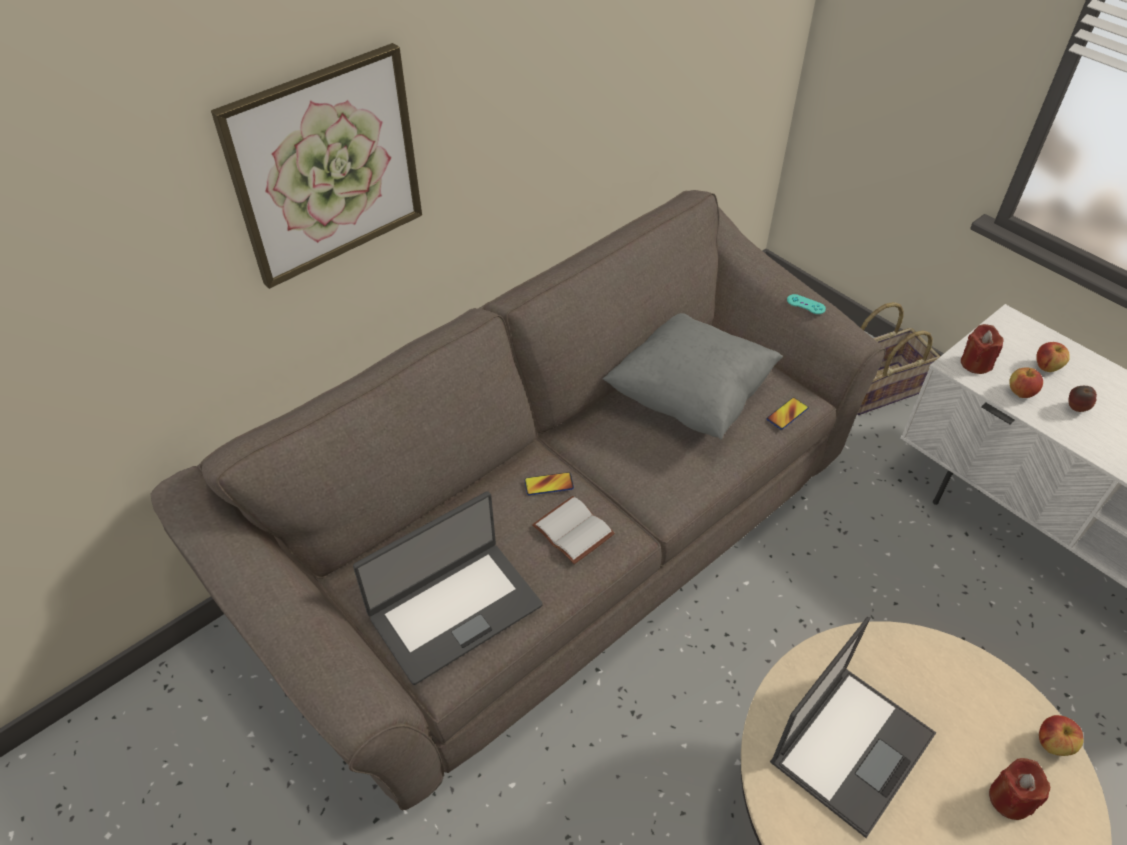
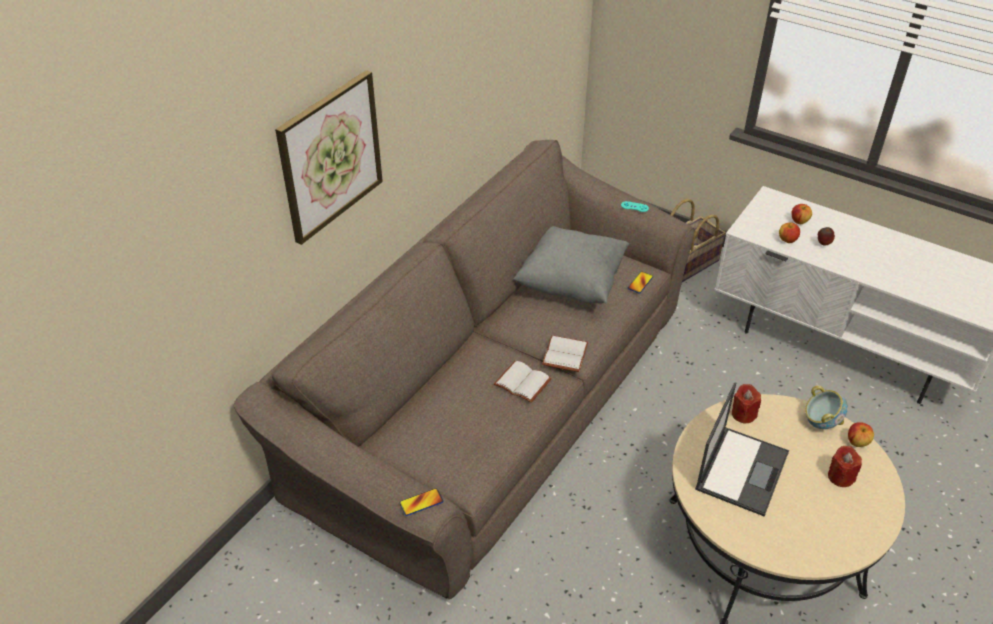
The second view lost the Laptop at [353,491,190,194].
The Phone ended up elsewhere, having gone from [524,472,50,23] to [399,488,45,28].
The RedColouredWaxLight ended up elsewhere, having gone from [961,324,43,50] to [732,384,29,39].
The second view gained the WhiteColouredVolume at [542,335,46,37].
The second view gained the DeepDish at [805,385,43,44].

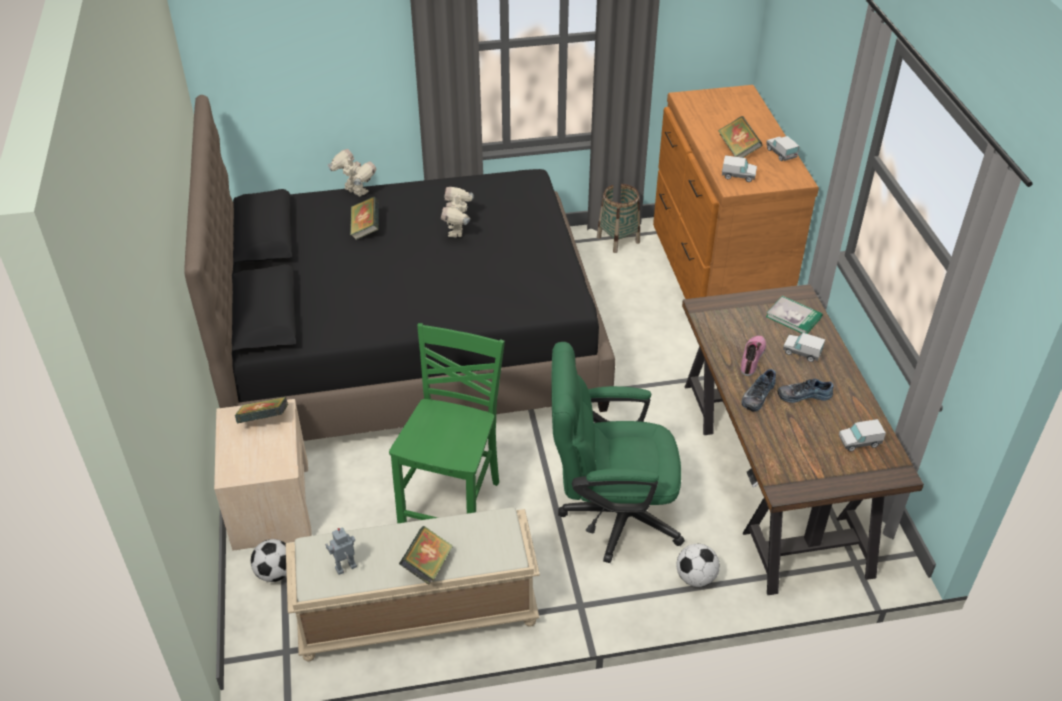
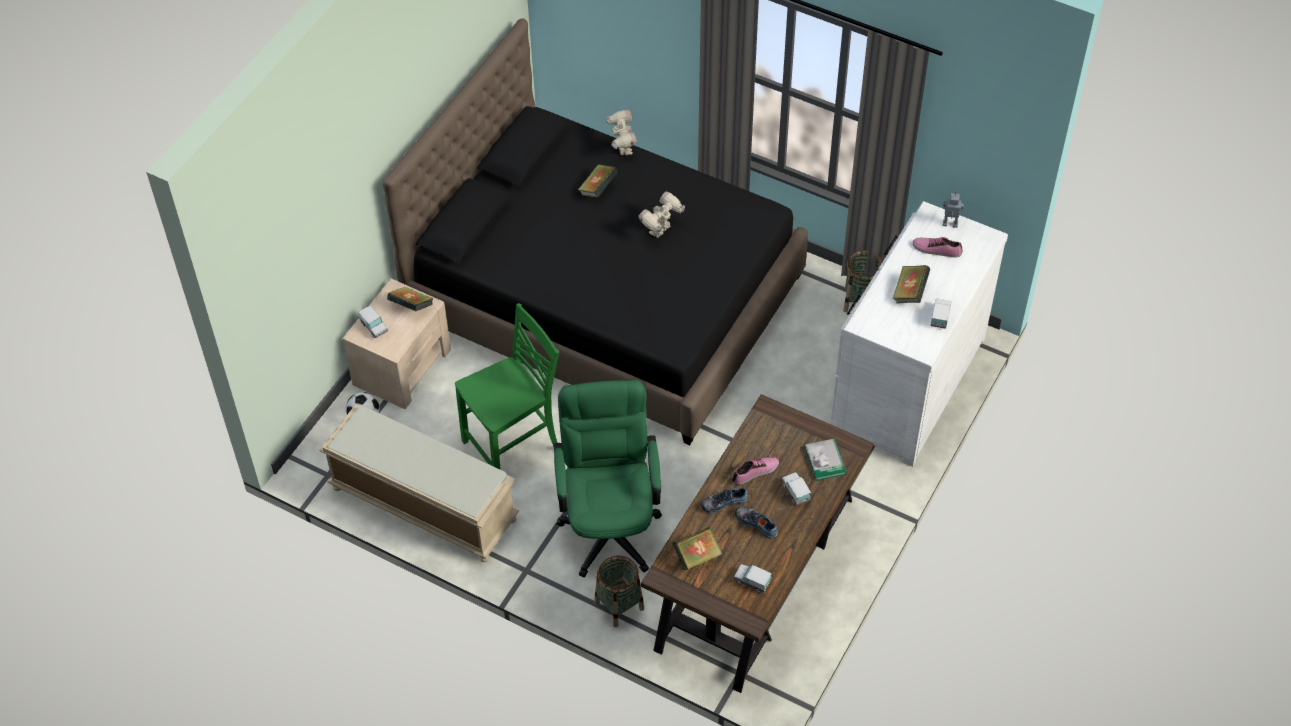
The RobotFigure ended up elsewhere, having gone from [325,527,32,48] to [943,192,21,36].
The Volume ended up elsewhere, having gone from [399,526,54,59] to [673,527,49,44].
The GreenColouredDeskChair at [551,342,134,221] ended up facing another way, 45 degrees clockwise from before.
What was the BrownDresser at [653,85,166,214] turned into the WhiteColouredDresser at [831,201,177,266].
Where the BallForFootball stood at [676,544,44,43], the Basket came to stand at [594,556,50,72].
The ToyLorry ended up elsewhere, having gone from [722,155,35,27] to [358,305,30,33].
The second view gained the Shoe at [913,237,49,20].

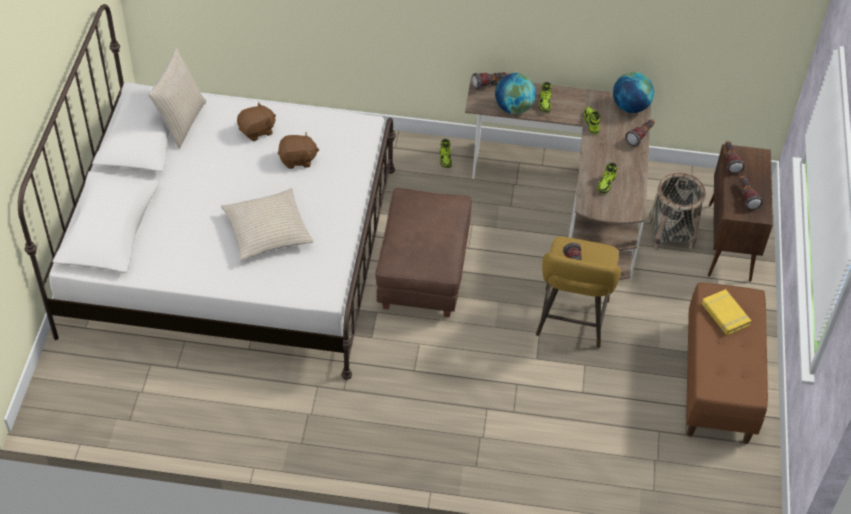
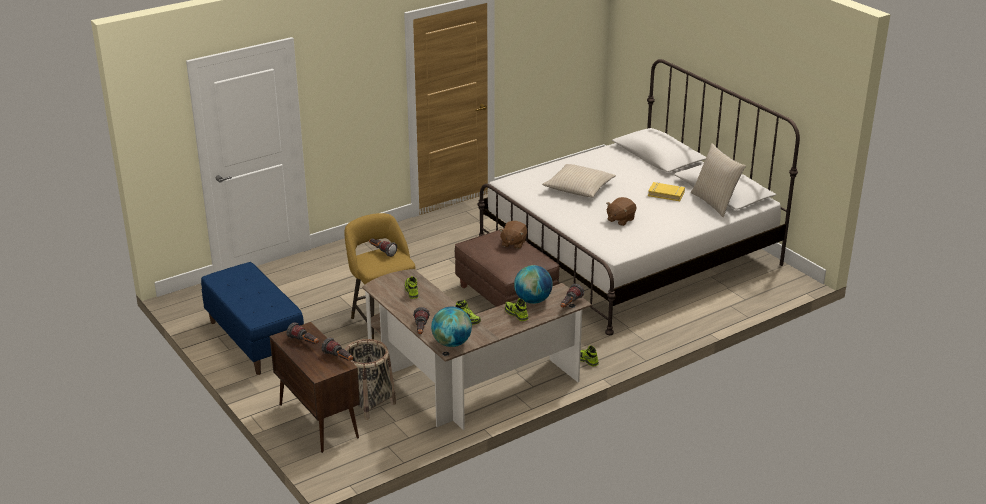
The BrownCuddlyToy ended up elsewhere, having gone from [237,102,39,39] to [499,221,28,28].
What was the BrownIndoorBench at [686,282,82,162] turned into the BlueIndoorBench at [201,262,103,113].
The YellowVolume ended up elsewhere, having gone from [702,289,49,46] to [648,182,37,19].

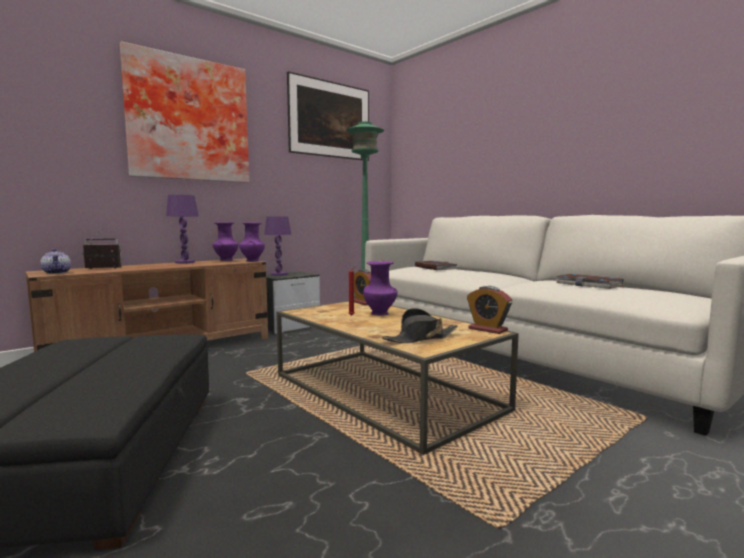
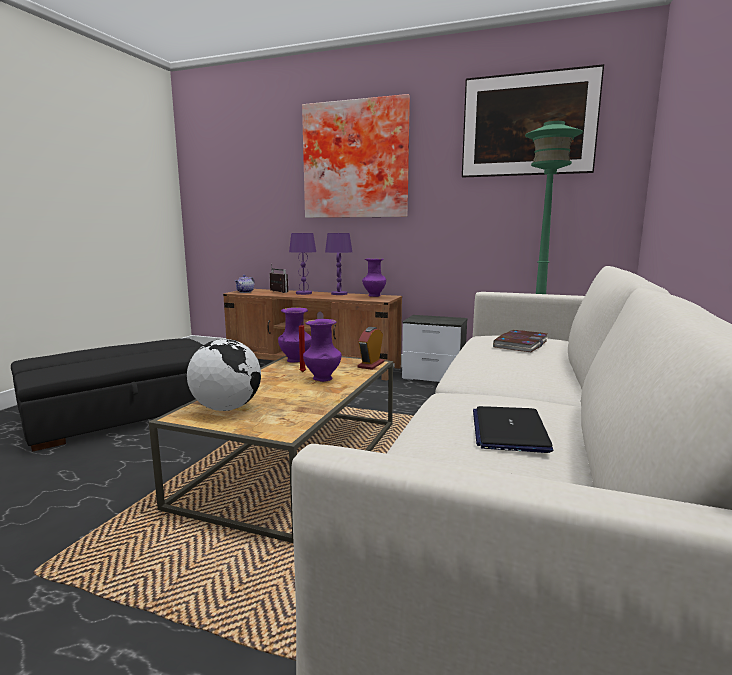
The PurpleDecorativeVase ended up elsewhere, having gone from [239,222,26,40] to [278,307,34,56].
The PurpleLampForATable ended up elsewhere, having gone from [264,216,27,60] to [289,233,27,62].
Where the BlackishWearableHat stood at [382,308,75,35], the DeskGlobe came to stand at [187,339,74,72].
The second view lost the BedsideClock at [467,286,45,48].
Where the Volume stood at [555,274,69,15], the Laptop came to stand at [473,406,80,47].

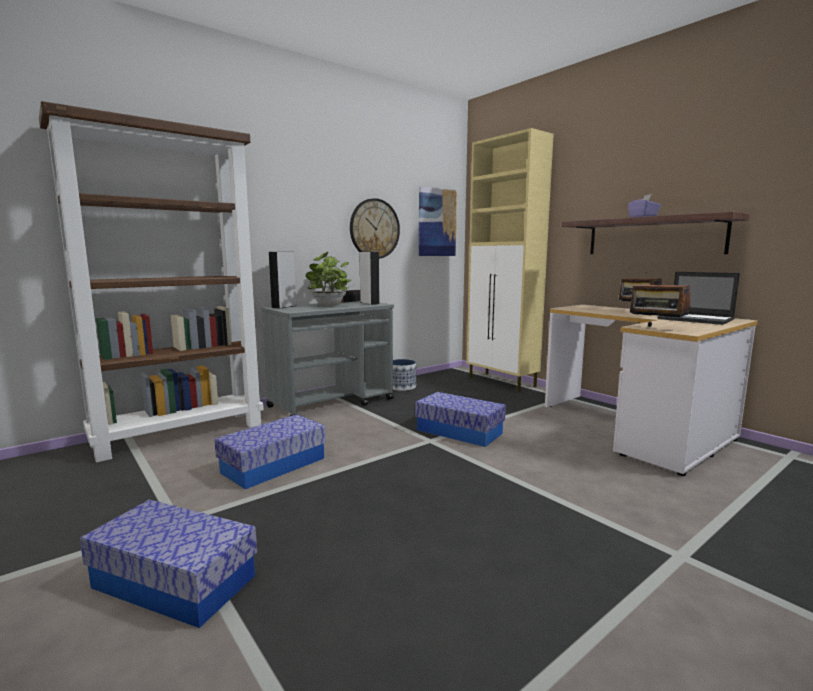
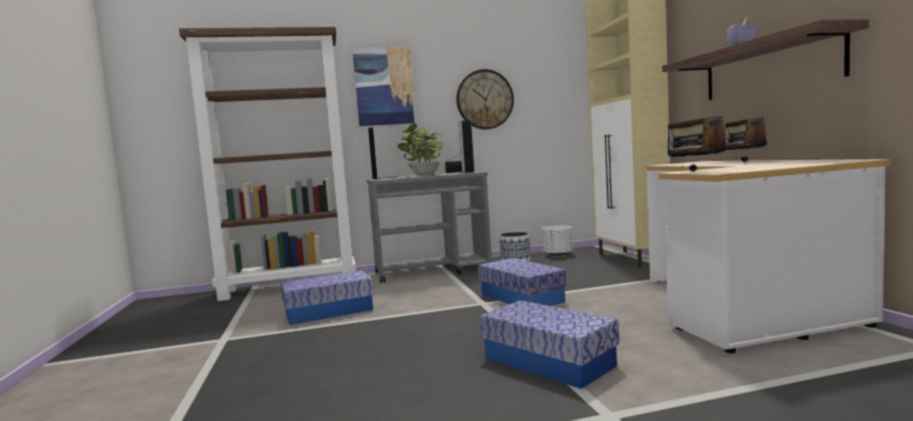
The StorageBox ended up elsewhere, having gone from [80,499,177,129] to [480,300,140,89].
The WallPicture ended up elsewhere, having gone from [419,187,38,69] to [352,47,64,79].
The second view lost the Laptop at [657,272,83,53].
The second view gained the WhiteColouredPlantPot at [542,225,31,31].

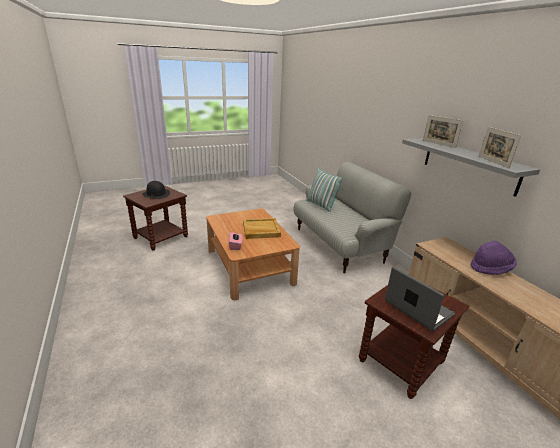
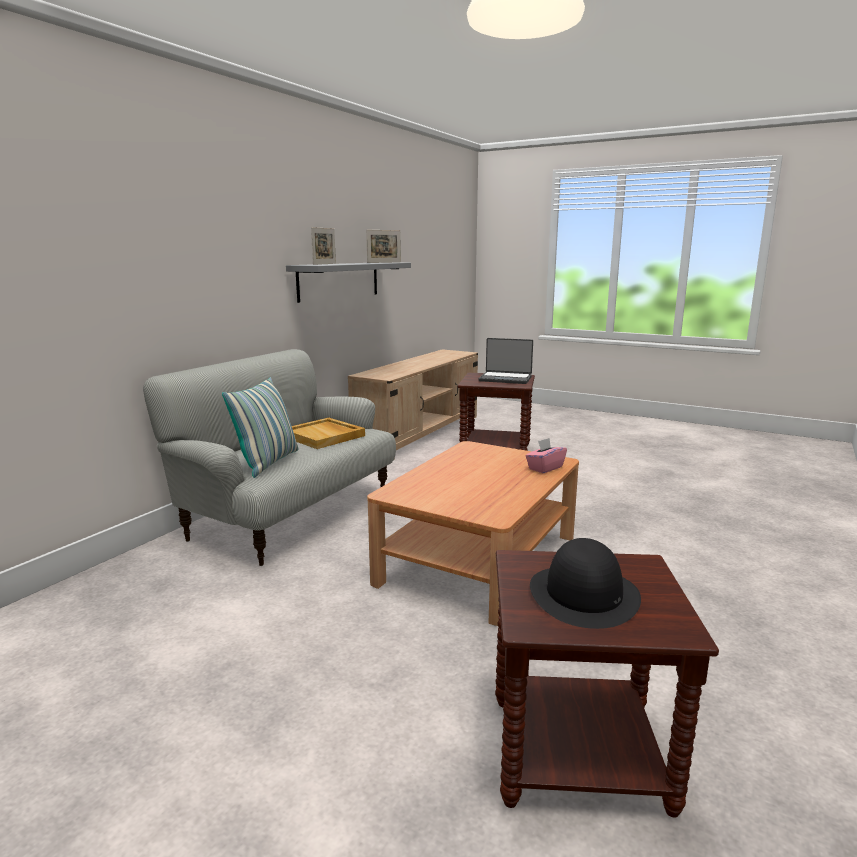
The BeigeServingTray ended up elsewhere, having gone from [243,218,38,21] to [292,418,73,31].
The Laptop at [385,267,70,65] ended up facing another way, 90 degrees counterclockwise from before.
The second view lost the PurpleWearableHat at [470,241,46,34].

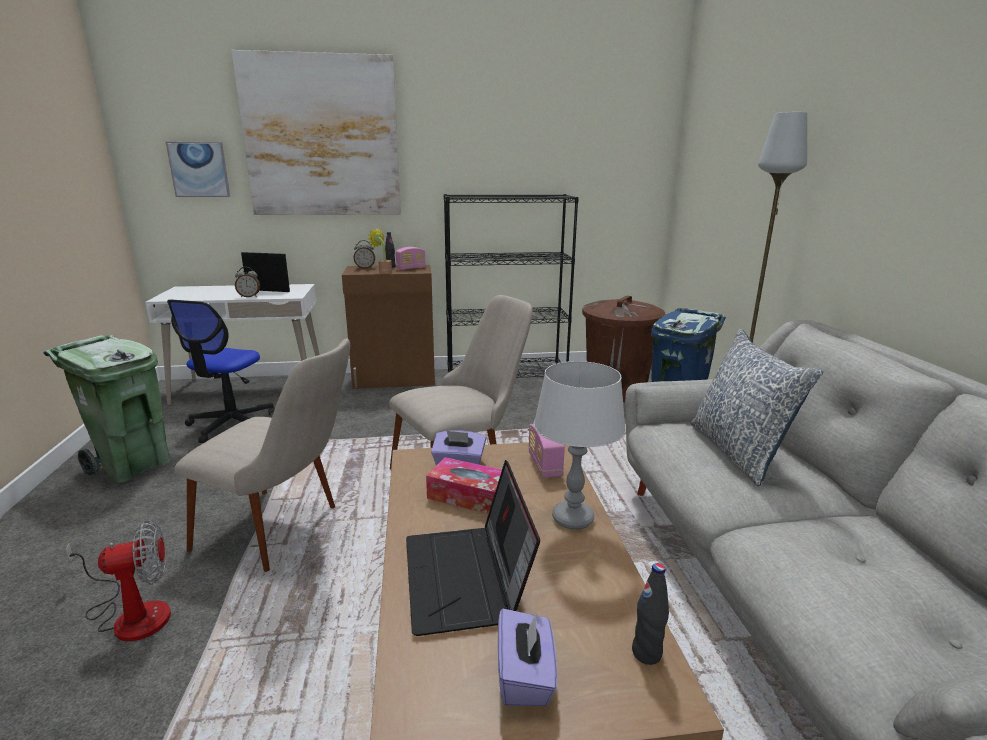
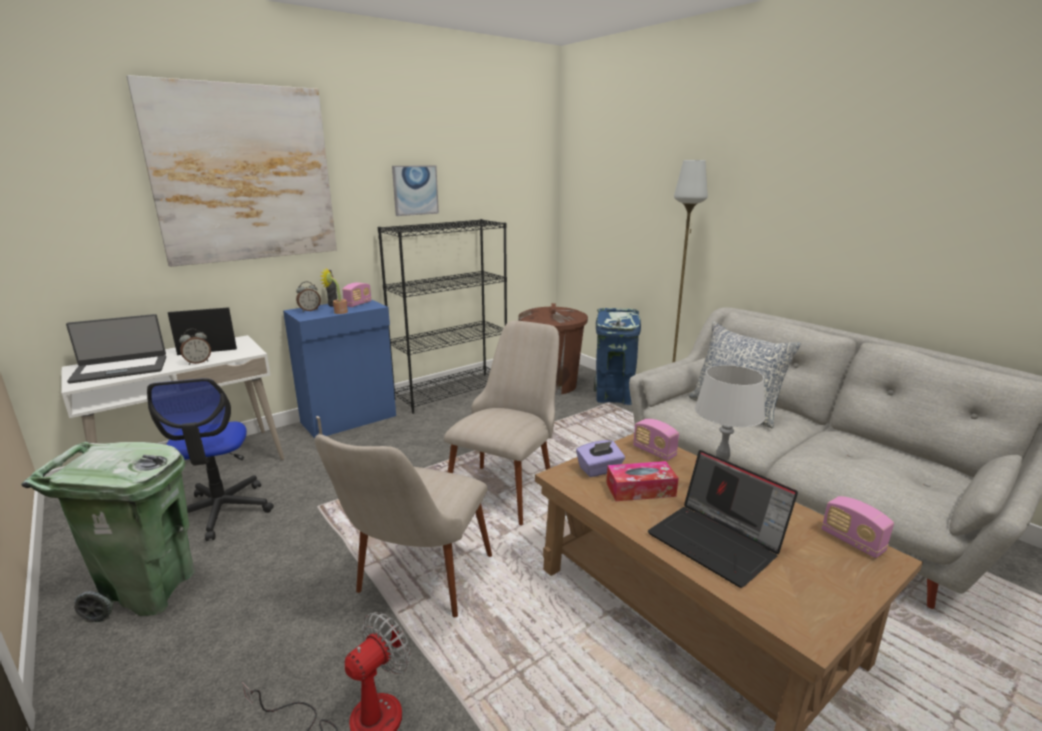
The WallPicture ended up elsewhere, having gone from [166,142,64,55] to [392,165,47,51].
The BeigePlainChair at [174,339,176,233] ended up facing another way, 120 degrees clockwise from before.
What was the BrownStorageCabinet at [342,265,93,124] turned into the BlueStorageCabinet at [283,299,113,139].
The second view lost the PurpleBoxOfTissues at [498,609,59,97].
Where the BlackishBeverageBottle stood at [632,563,37,102], the RadioReceiver came to stand at [822,496,72,62].
The second view gained the Laptop at [66,314,100,69].

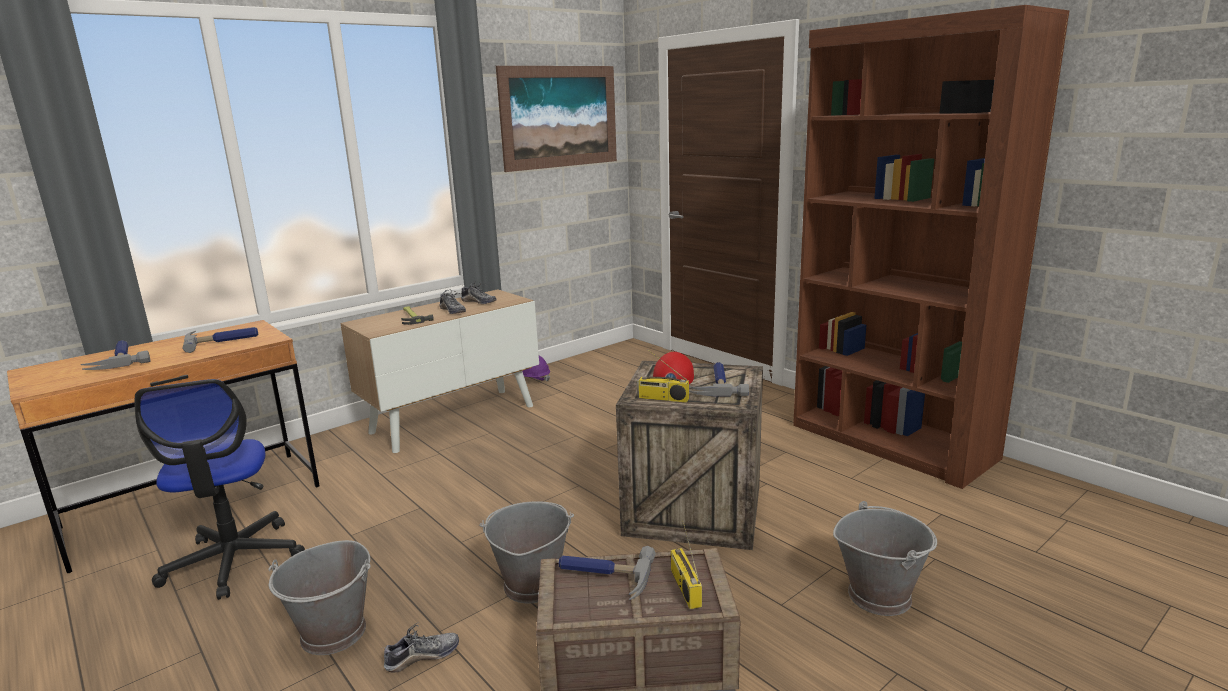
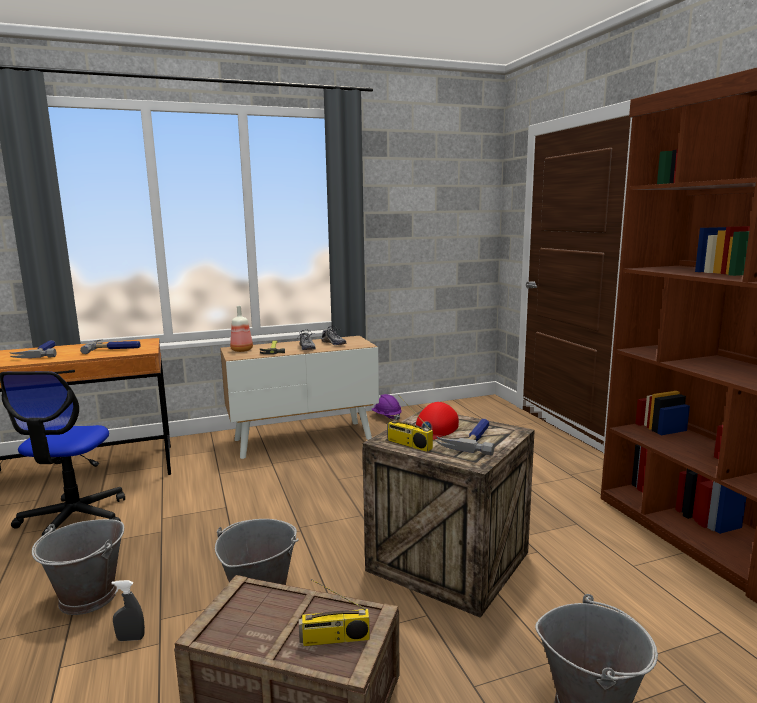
Where the Shoe stood at [384,622,75,50], the GreyishSprayer came to stand at [111,580,34,61].
The second view lost the WallPicture at [496,66,121,106].
The second view lost the Hammer at [559,546,97,54].
The RadioReceiver at [671,521,31,88] ended up facing another way, 105 degrees counterclockwise from before.
The second view gained the BeverageBottle at [230,306,23,46].

